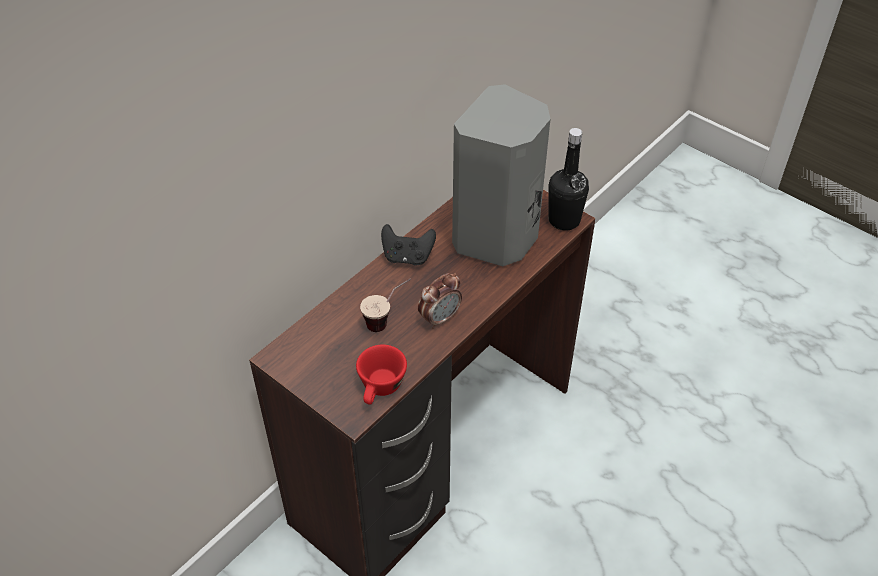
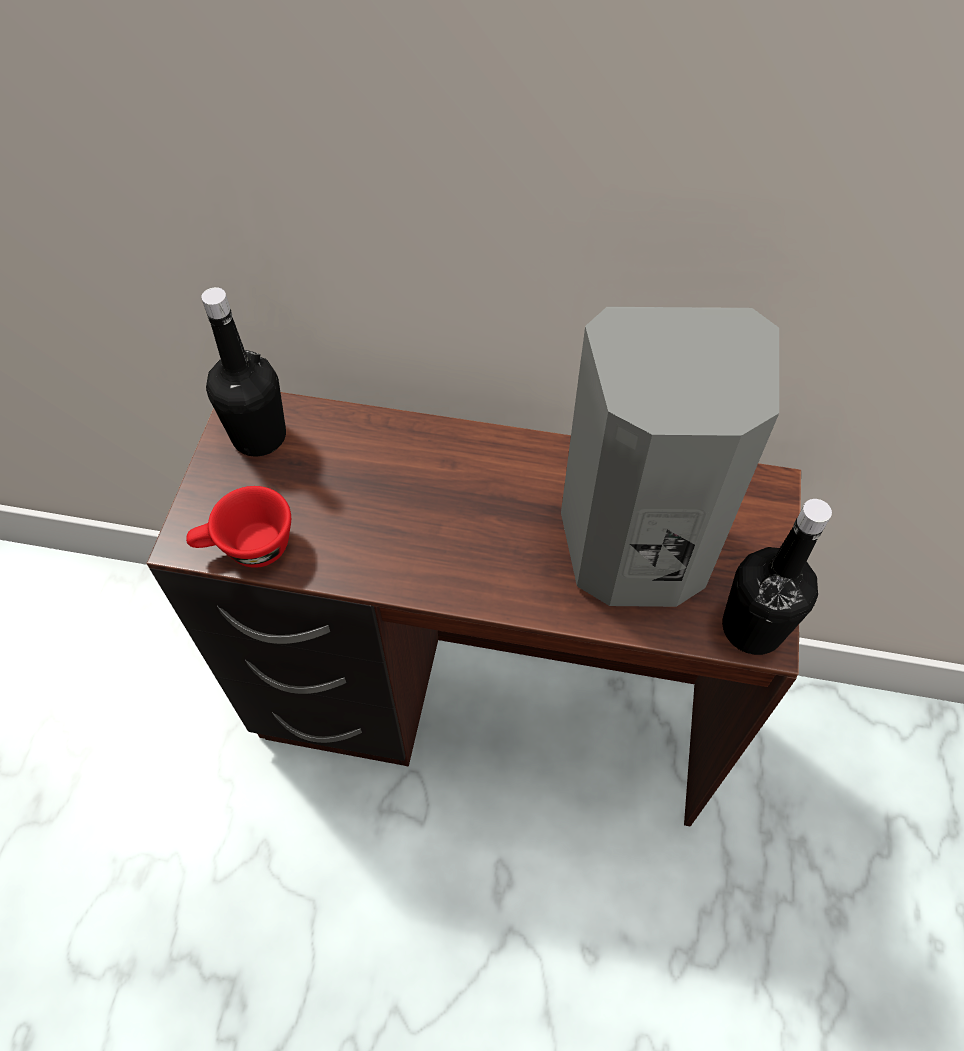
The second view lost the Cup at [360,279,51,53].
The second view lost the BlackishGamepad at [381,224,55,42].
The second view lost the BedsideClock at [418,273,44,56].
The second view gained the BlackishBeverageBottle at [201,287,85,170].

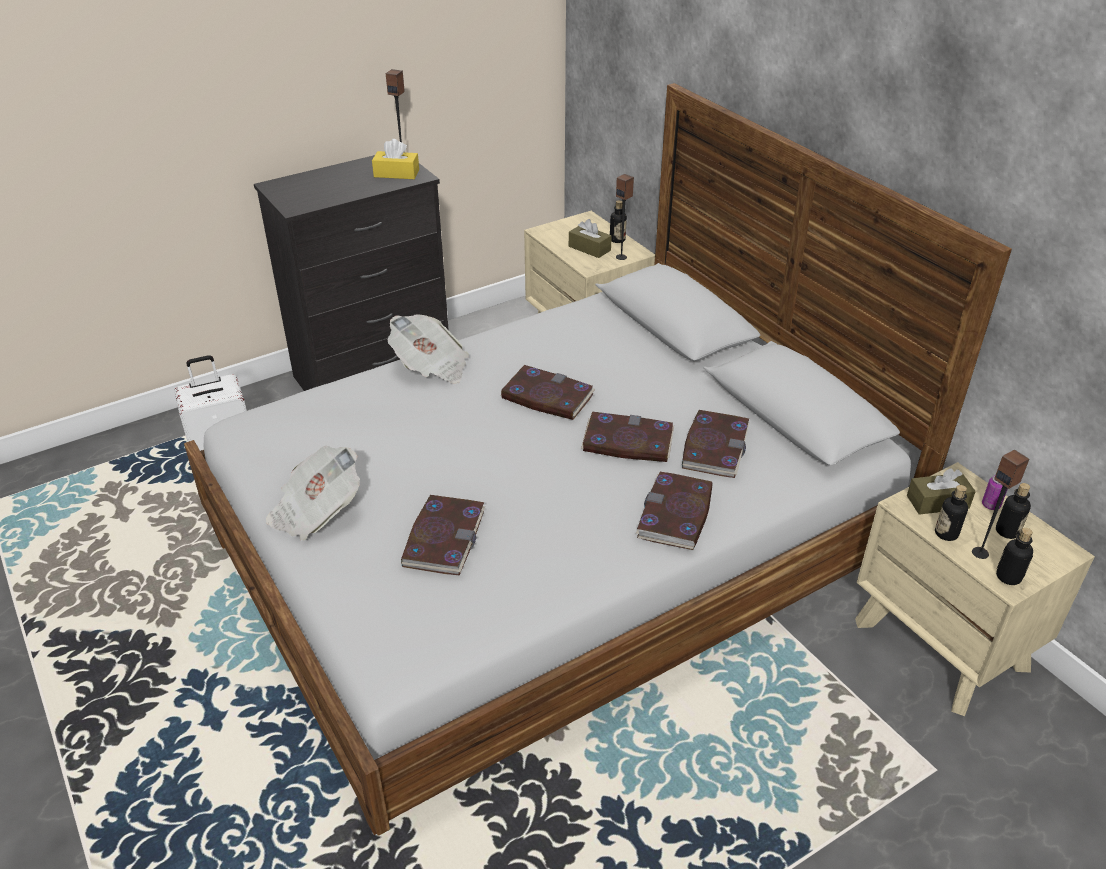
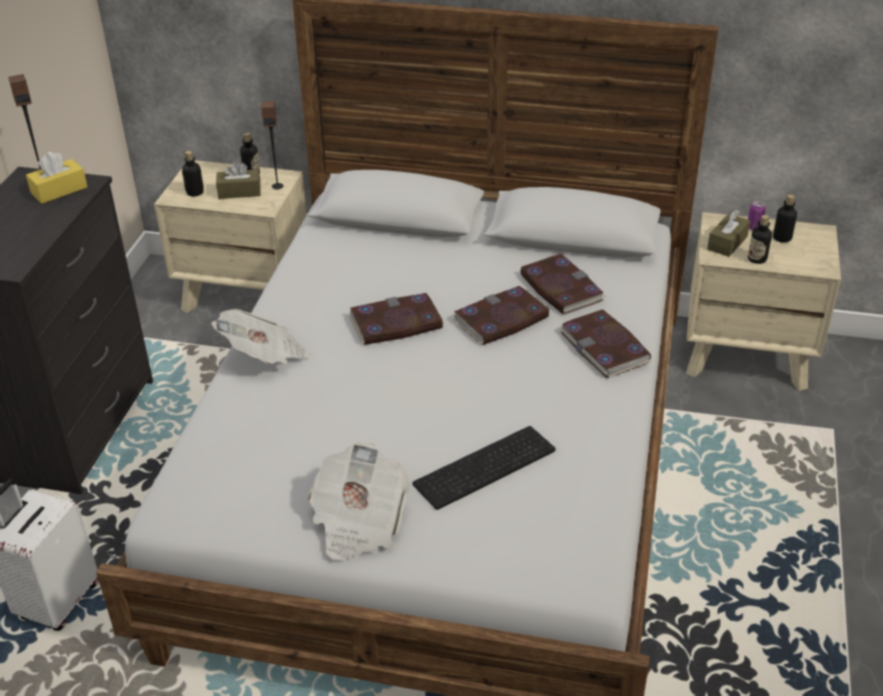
Where the Volume stood at [401,495,84,80], the ComputerKeyboard came to stand at [412,426,144,84].
The second view lost the Speaker at [972,450,57,109].
The BeverageBottle ended up elsewhere, having gone from [996,528,37,57] to [182,151,22,45].

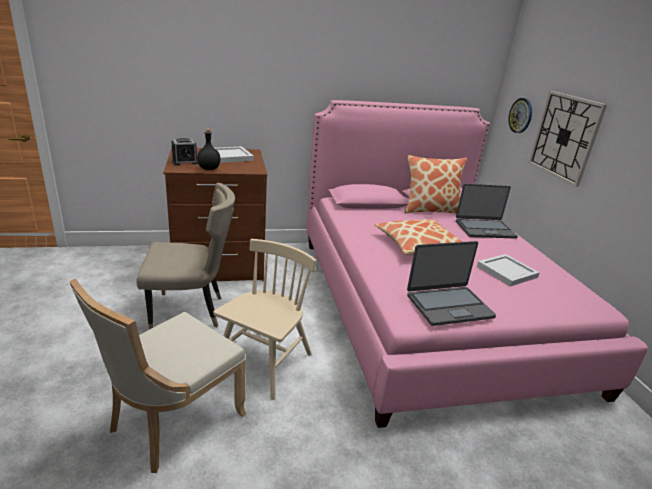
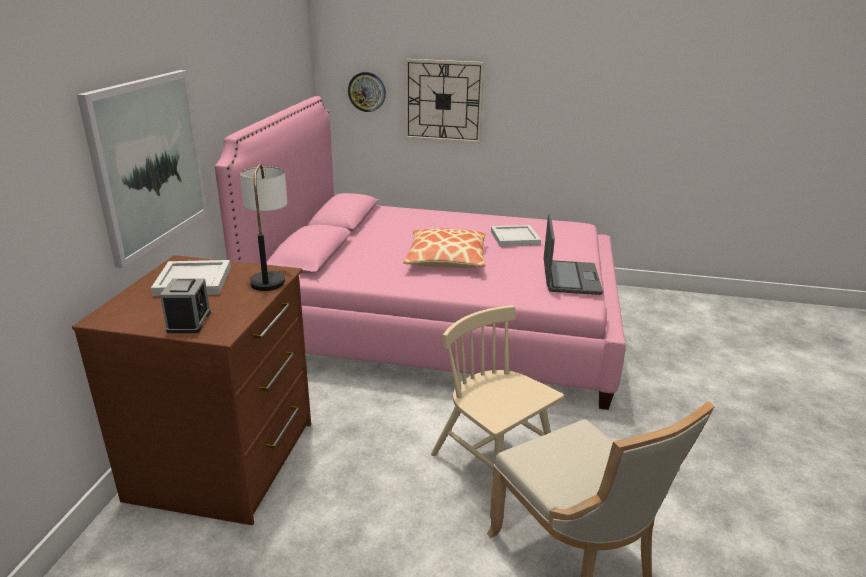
The second view lost the BeigePlainChair at [136,183,99,147].
The second view lost the BlackishBeverageBottle at [197,129,24,41].
The second view lost the Pillow at [405,155,62,59].
The second view lost the Laptop at [456,184,62,55].
The second view gained the WallPicture at [77,70,131,198].
The second view gained the LampForATable at [240,164,48,127].

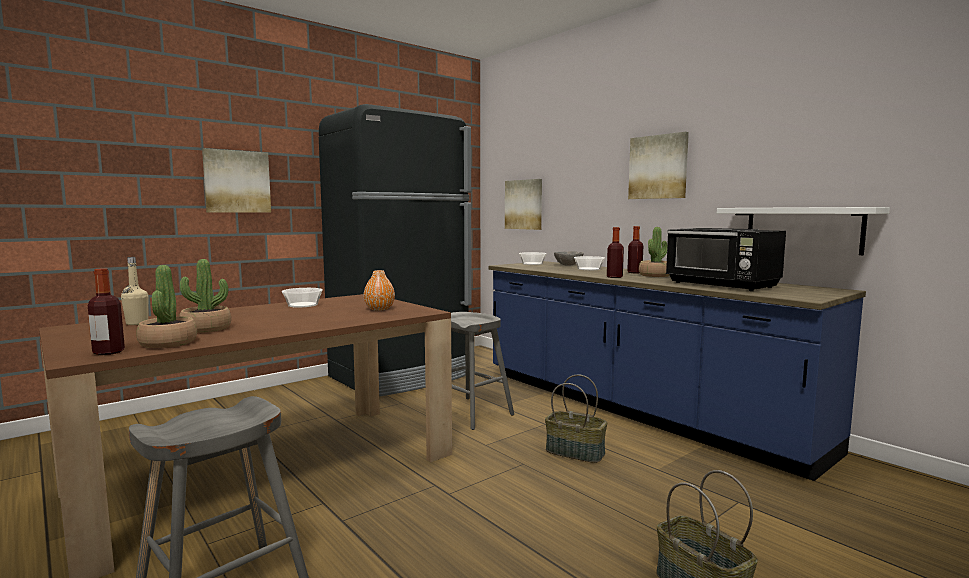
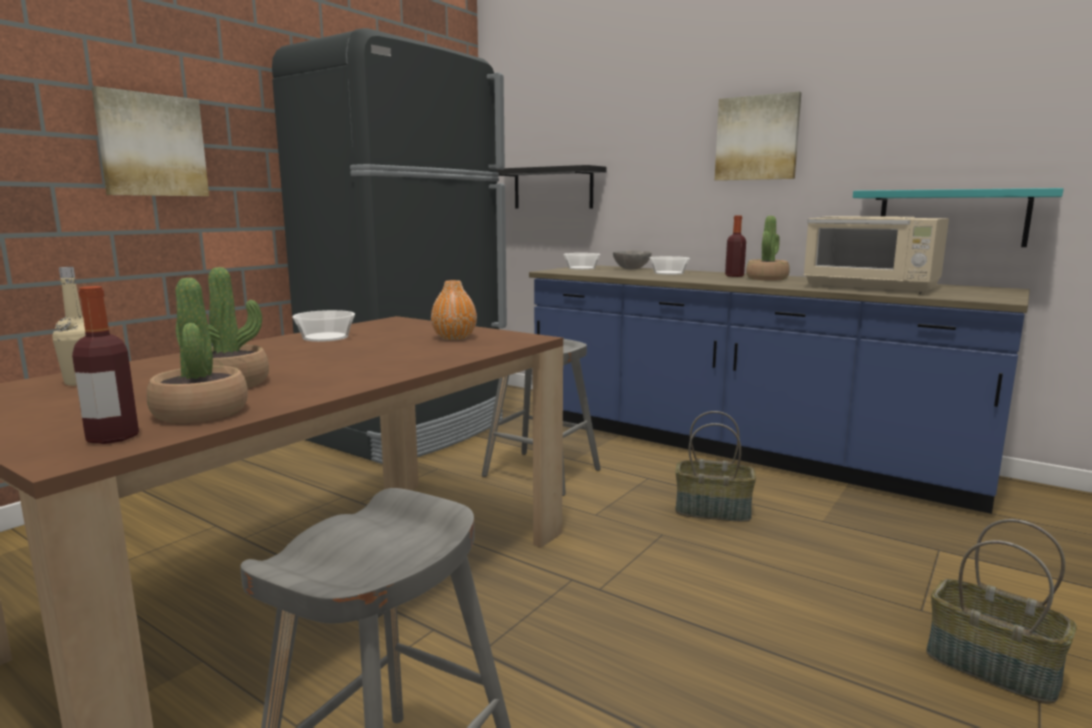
Where the WallPicture hung at [505,179,37,51], the BlackishShelf came to hang at [497,165,110,44].
The second view lost the BeverageBottle at [607,227,17,51].
What was the BlackishKitchenMicrowave at [666,228,120,63] turned into the BeigeKitchenMicrowave at [804,216,145,78].
What was the WhiteColouredShelf at [717,207,173,48] turned into the TurquoiseShelf at [853,188,211,59].

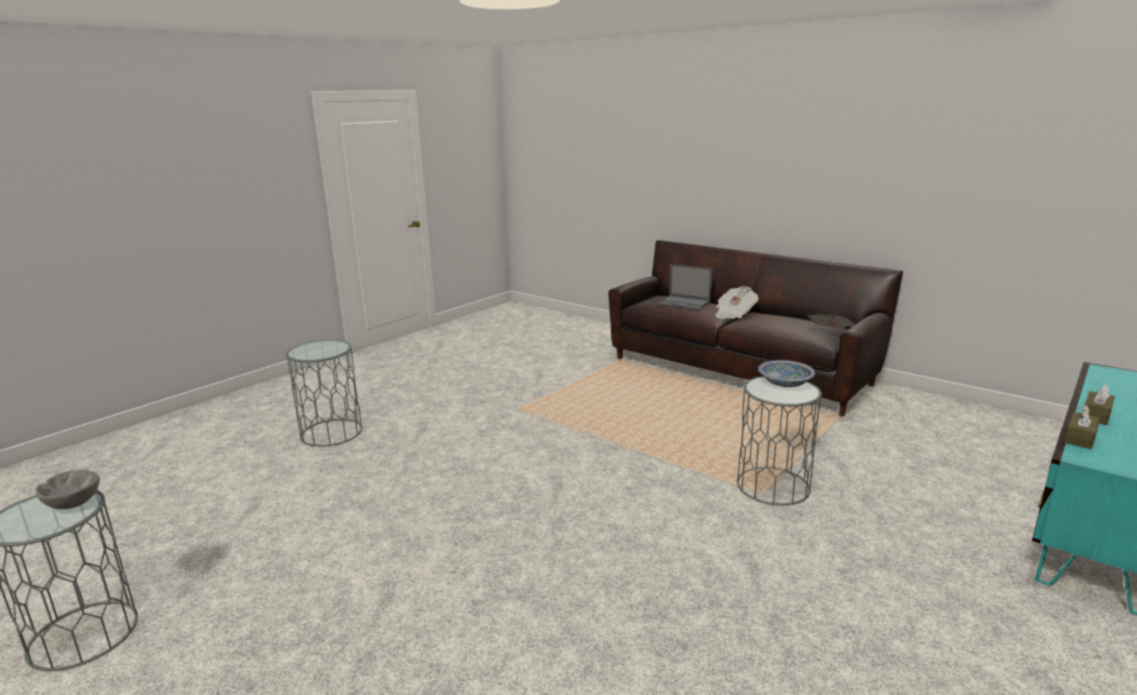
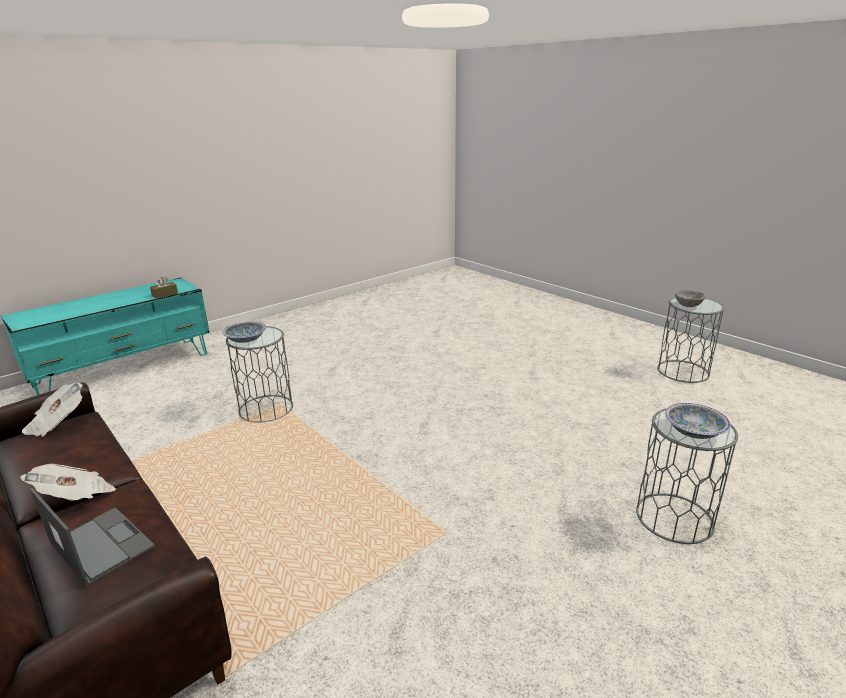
The second view lost the BrownBoxOfTissues at [1085,384,30,41].
The second view gained the DeepDish at [665,403,65,36].

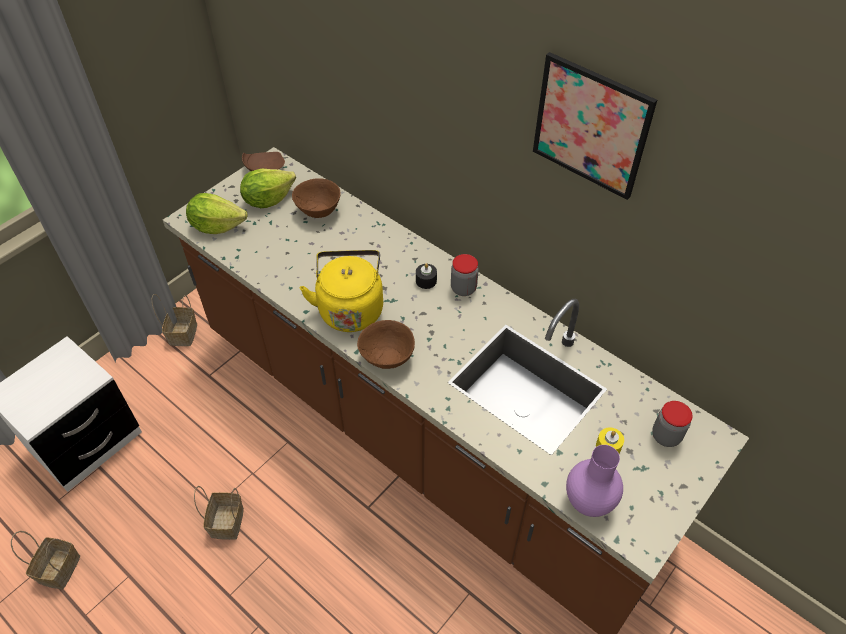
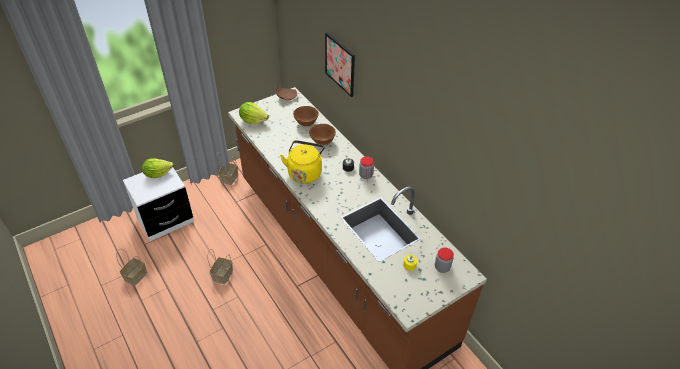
The LettuceHead ended up elsewhere, having gone from [240,169,56,39] to [142,158,32,20].
The BrownDeepDish ended up elsewhere, having gone from [357,320,58,49] to [309,124,27,21].
The WallPicture ended up elsewhere, having gone from [533,52,124,148] to [325,32,30,65].
The second view lost the PurpleDecorativeVase at [566,445,57,72].

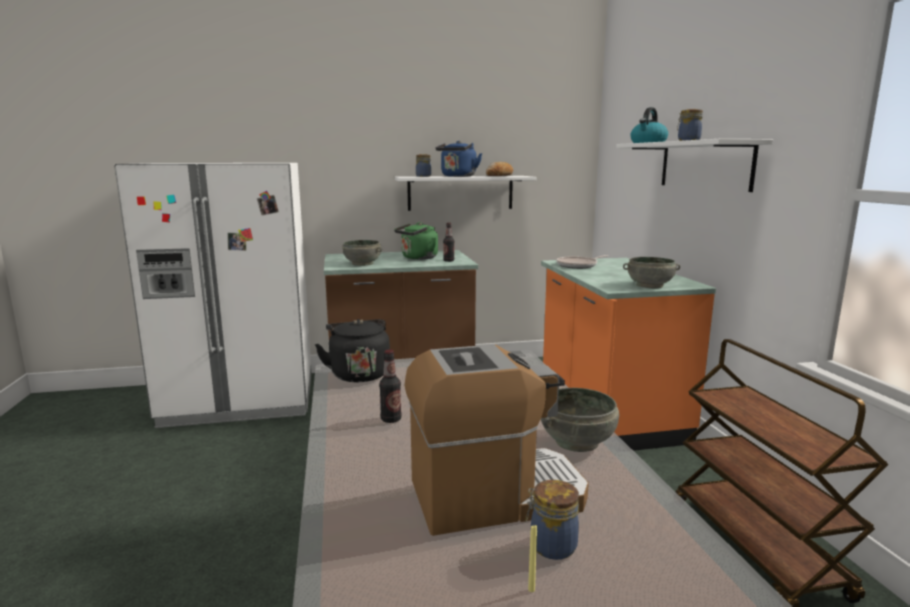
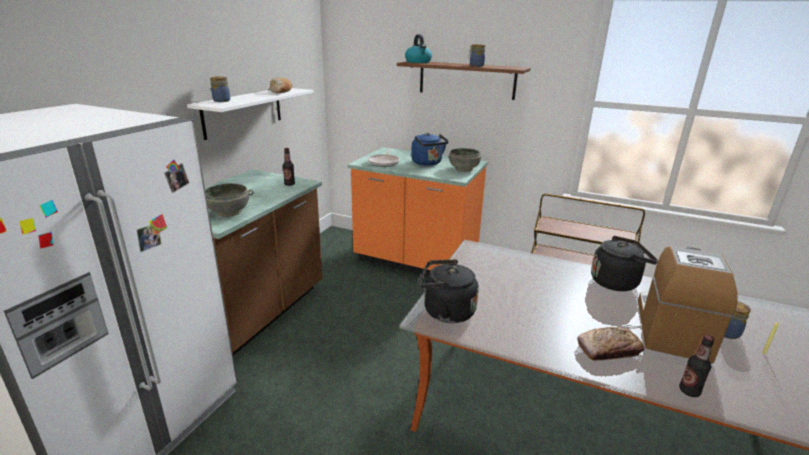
The BeverageBottle ended up elsewhere, having gone from [379,350,23,73] to [679,335,35,62].
The second view lost the GreenColouredWaterKettle at [394,222,44,38].
The BlueWaterKettle ended up elsewhere, having gone from [435,141,47,36] to [411,133,37,33].
Where the GreyishDeepDish stood at [541,388,78,64], the BlackishWaterKettle came to stand at [591,236,67,55].
What was the WhiteColouredShelf at [616,139,157,53] turned into the BrownShelf at [397,61,134,39].
The second view gained the Bread at [577,327,67,33].

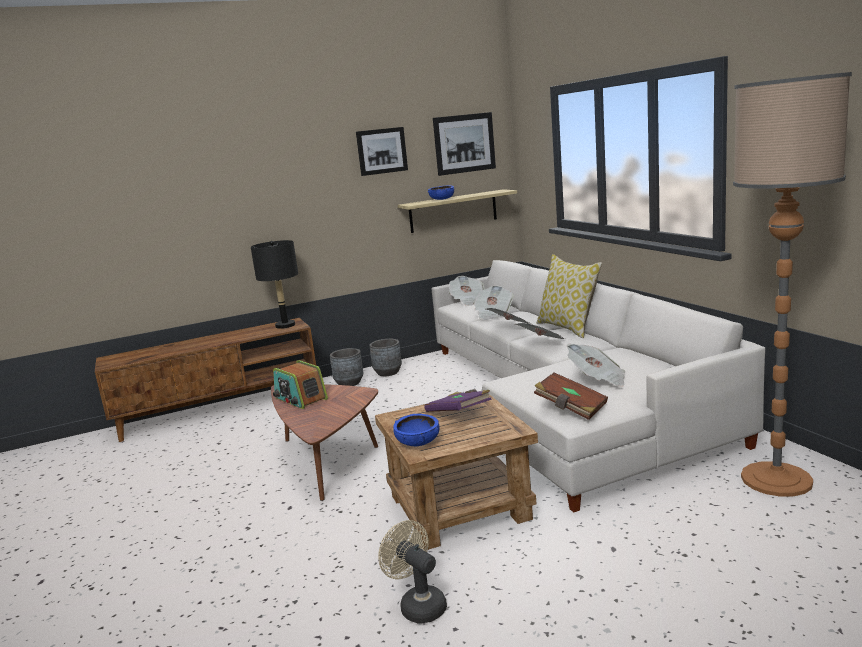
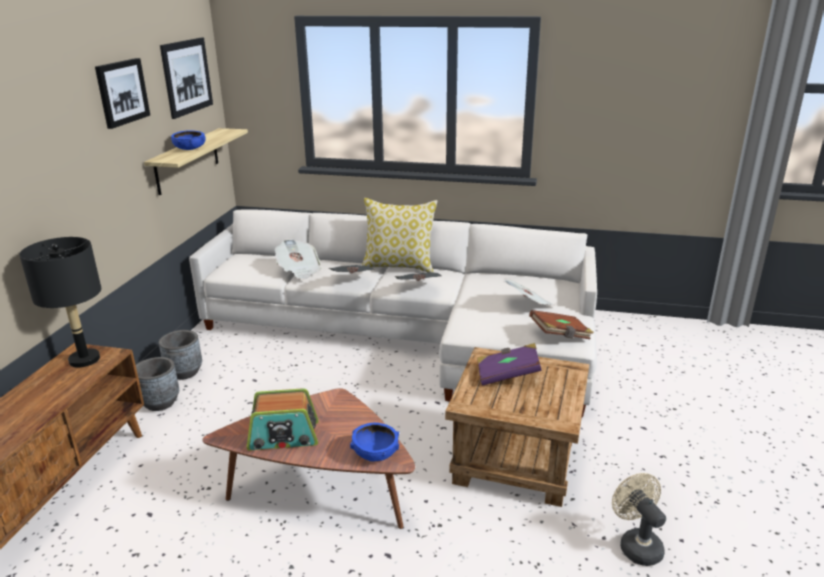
The BeigeCoolingFan at [378,520,69,103] ended up facing another way, 75 degrees clockwise from before.
The BlueDeepDish ended up elsewhere, having gone from [393,414,47,32] to [350,423,49,38].
The second view lost the DailyPaper at [449,276,36,30].
The second view lost the StandingLamp at [733,72,119,424].

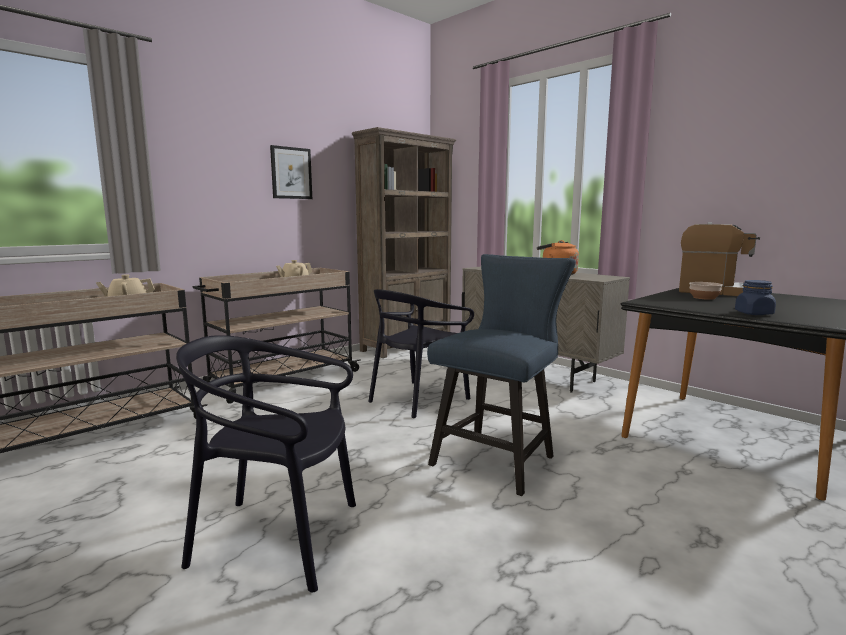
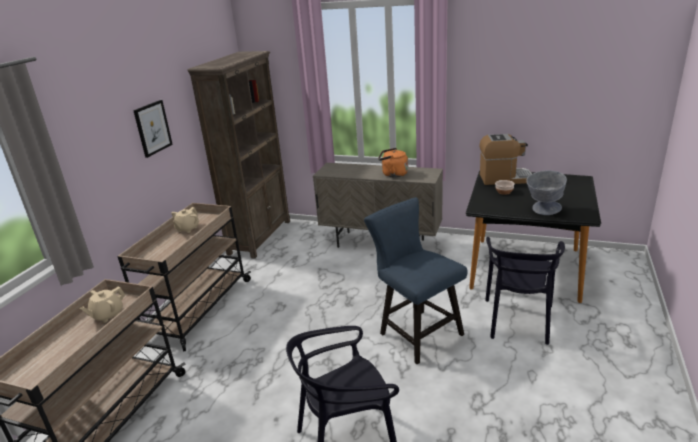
The BlackishPlainChair ended up elsewhere, having gone from [368,289,106,129] to [485,237,80,108].
The BluePlainChair at [427,254,149,242] ended up facing another way, 45 degrees counterclockwise from before.
Where the BlueStorageJar stood at [735,280,41,35], the GreyishDeepDish came to stand at [526,170,41,45].

